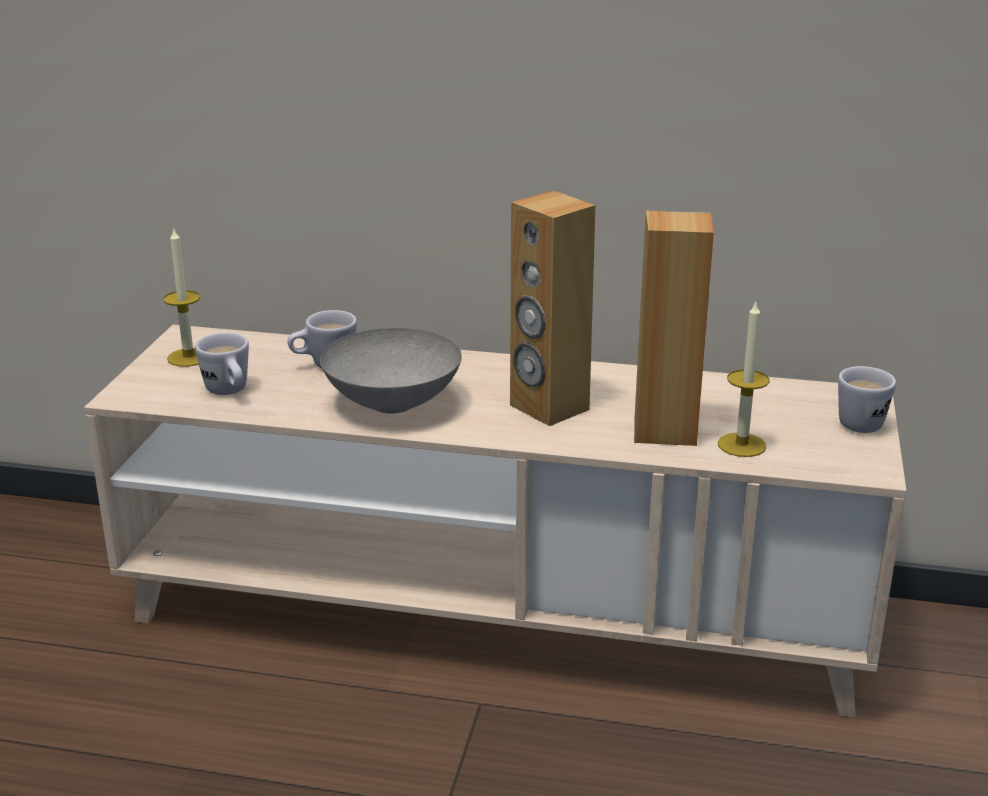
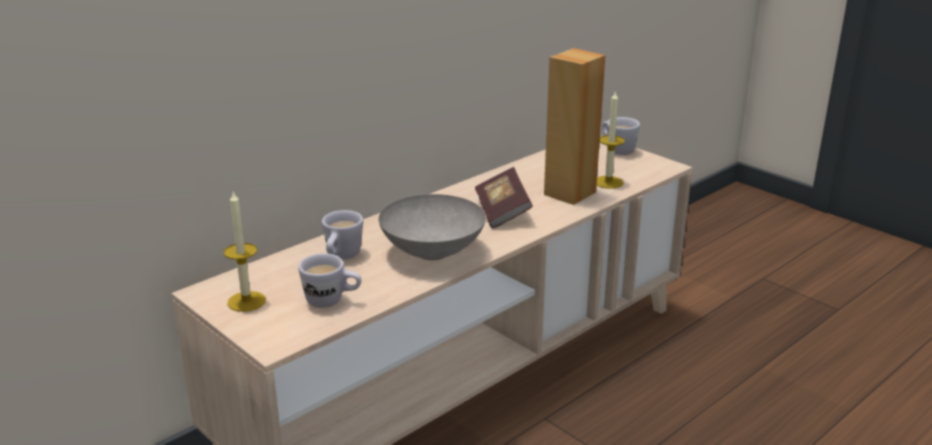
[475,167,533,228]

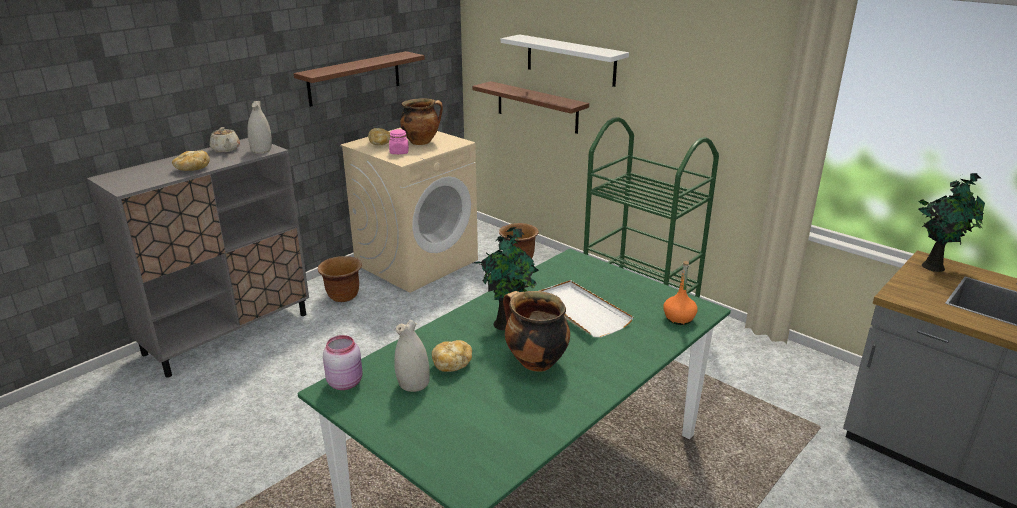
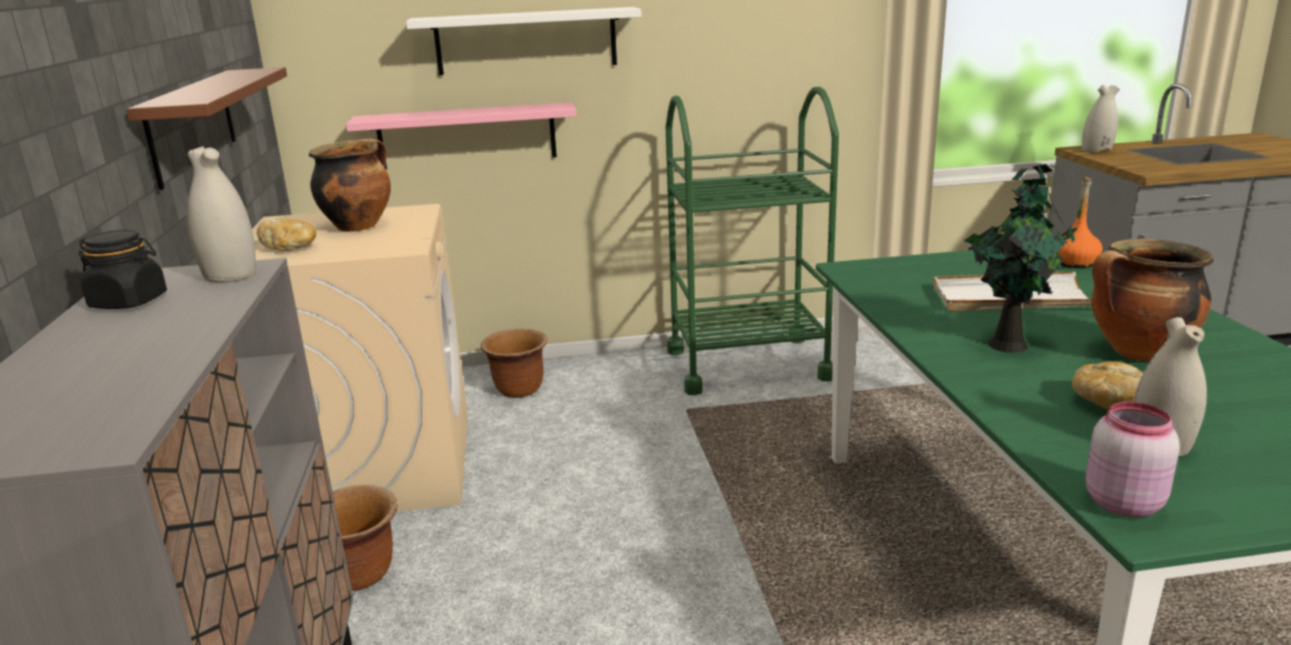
[79,230,167,309]
[346,102,577,169]
[1082,85,1120,153]
[172,151,210,171] (first image)
[389,129,409,154] (first image)

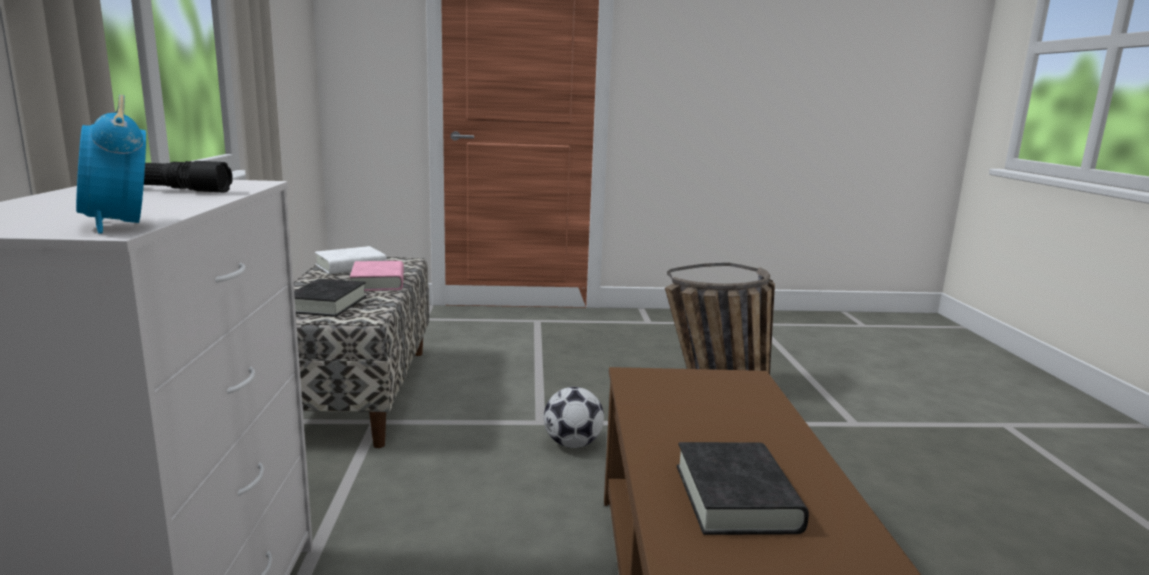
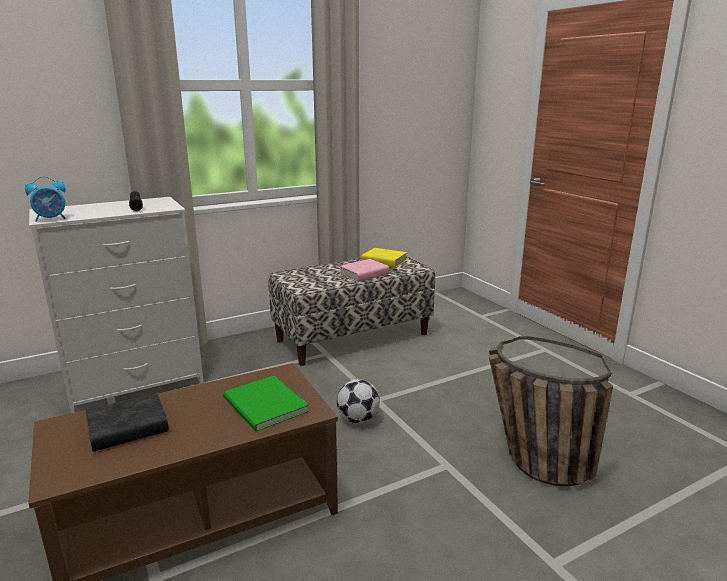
[25,176,66,222]
[223,376,309,432]
[362,248,407,268]
[294,279,366,317] (first image)

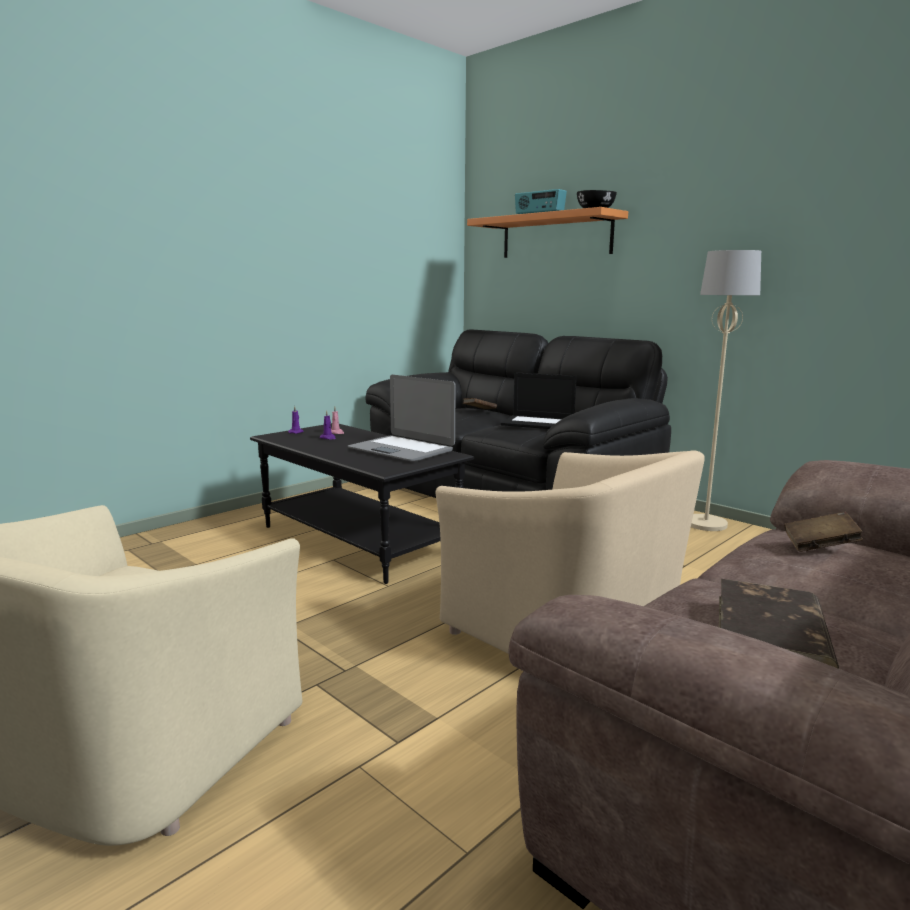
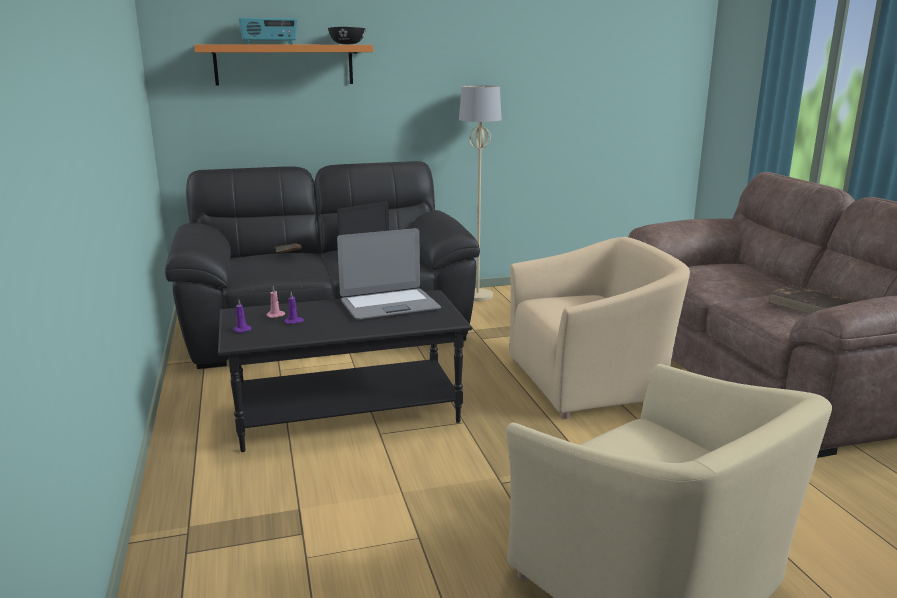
[784,512,863,552] (first image)

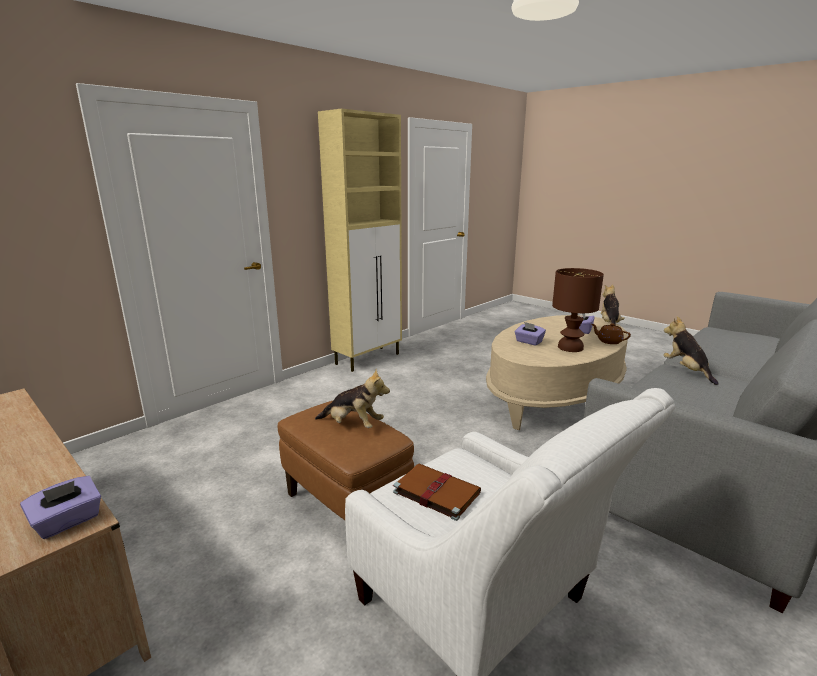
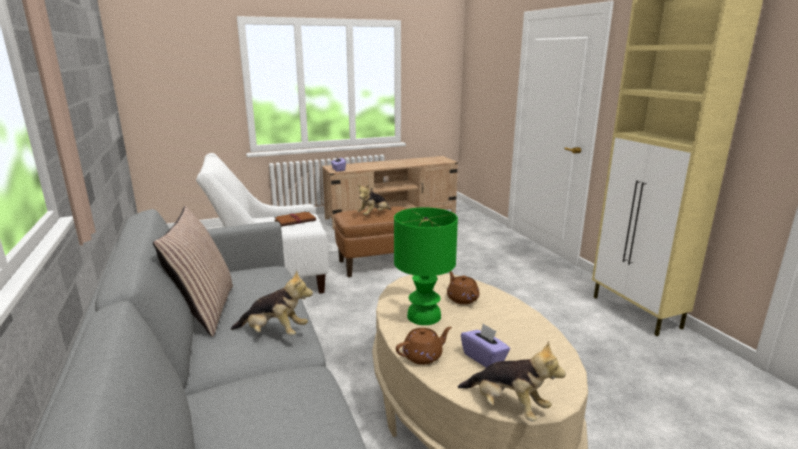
[153,206,233,337]
[394,207,458,325]
[447,271,479,304]

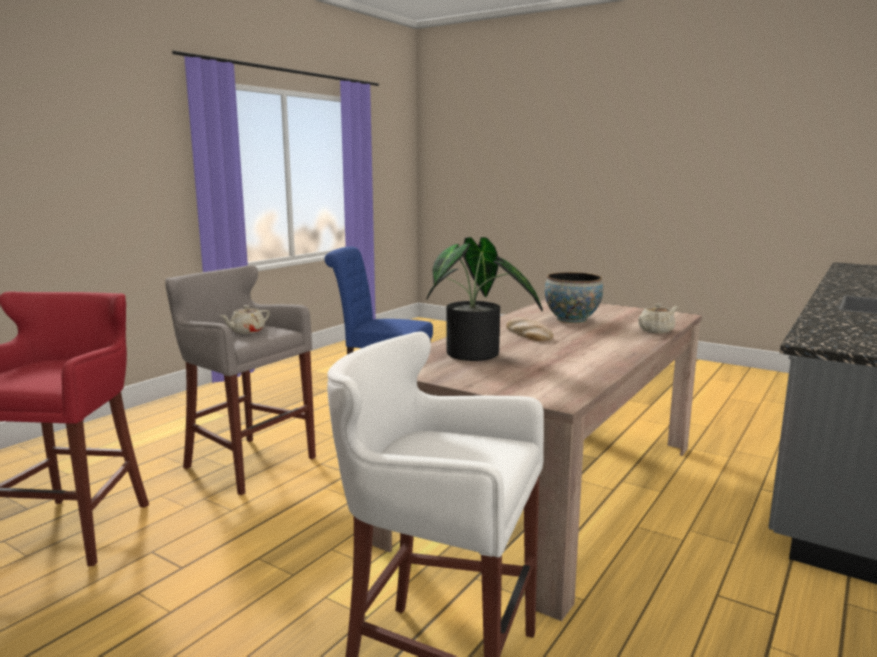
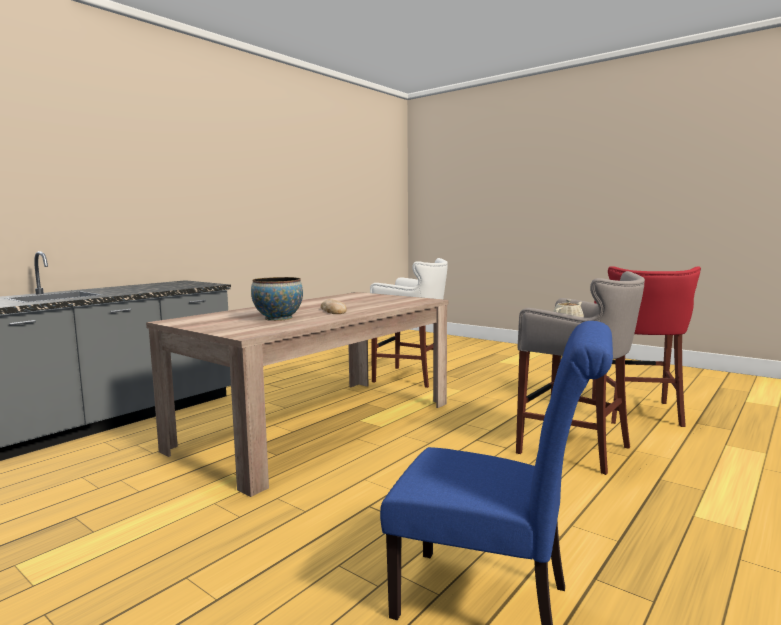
[427,237,543,361] (first image)
[638,304,678,333] (first image)

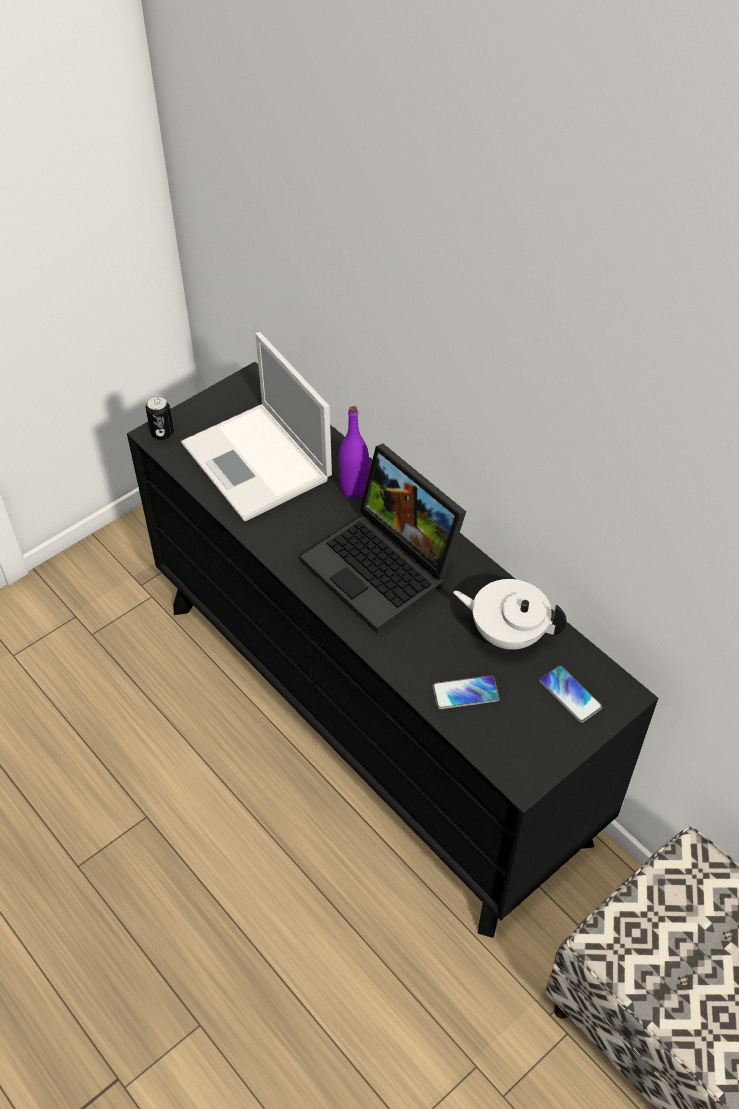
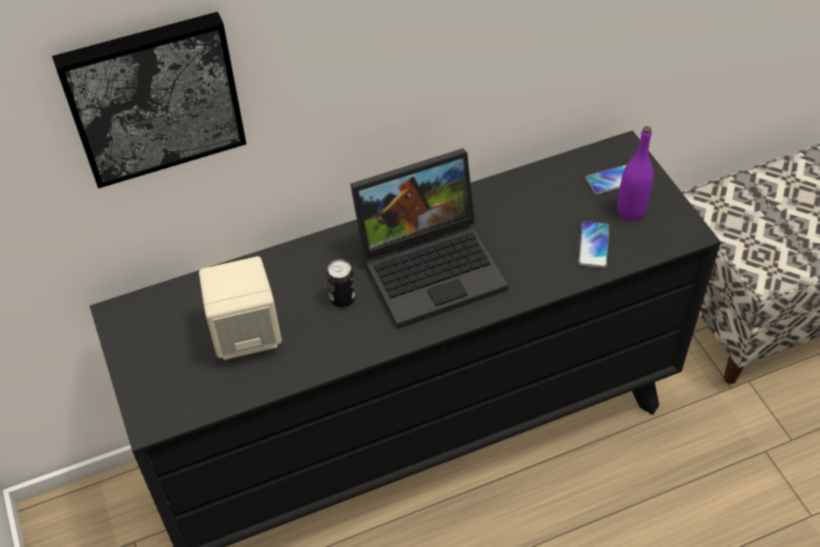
[52,12,246,188]
[199,256,282,360]
[326,260,356,307]
[617,126,653,221]
[453,579,567,650] (first image)

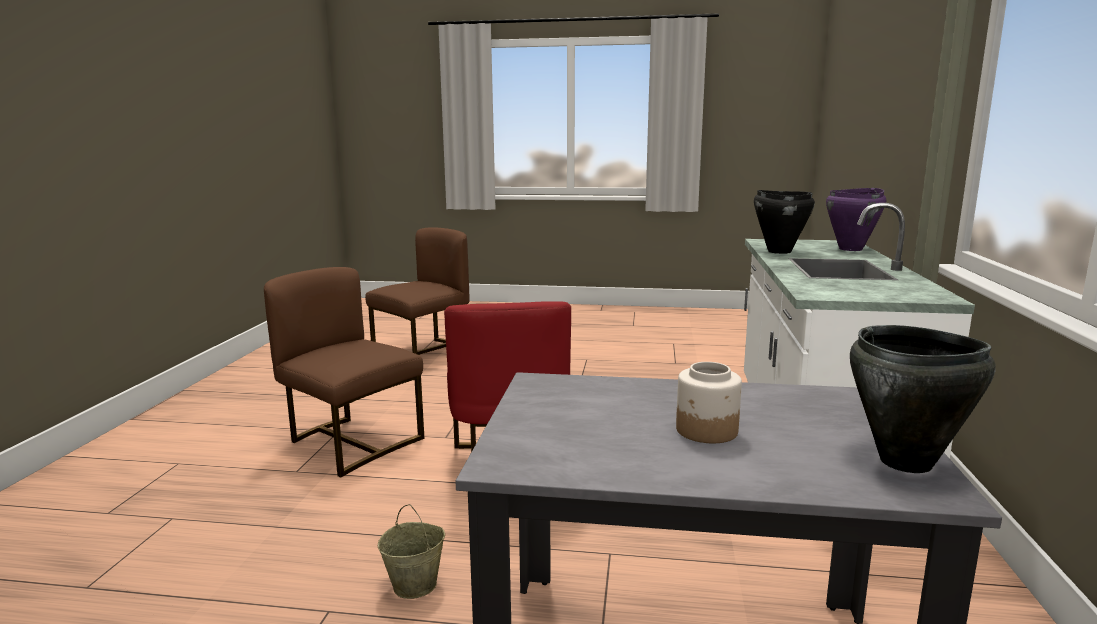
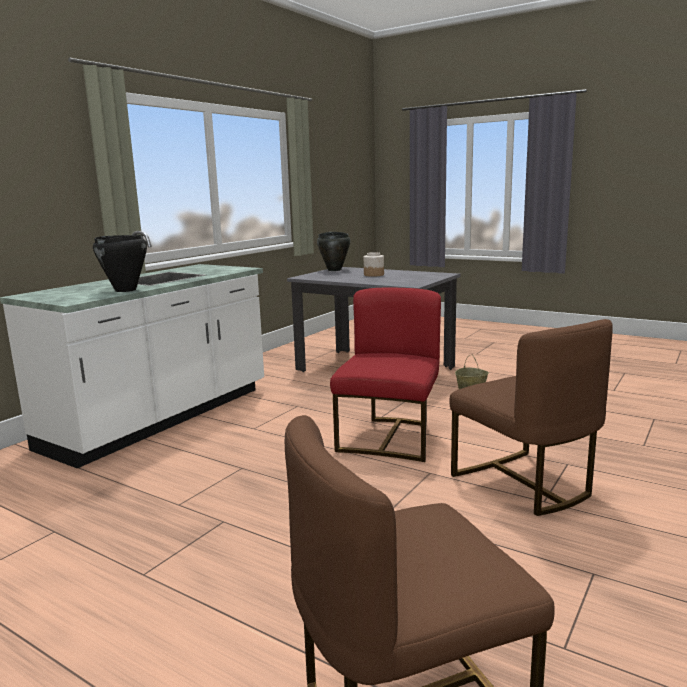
[826,188,886,251] (first image)

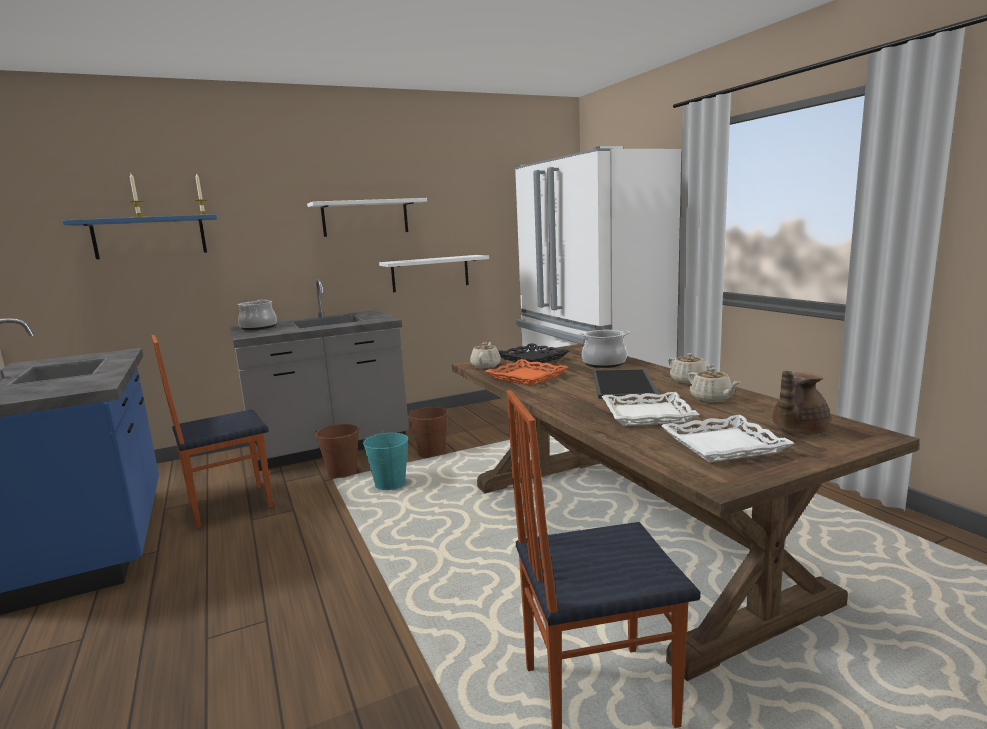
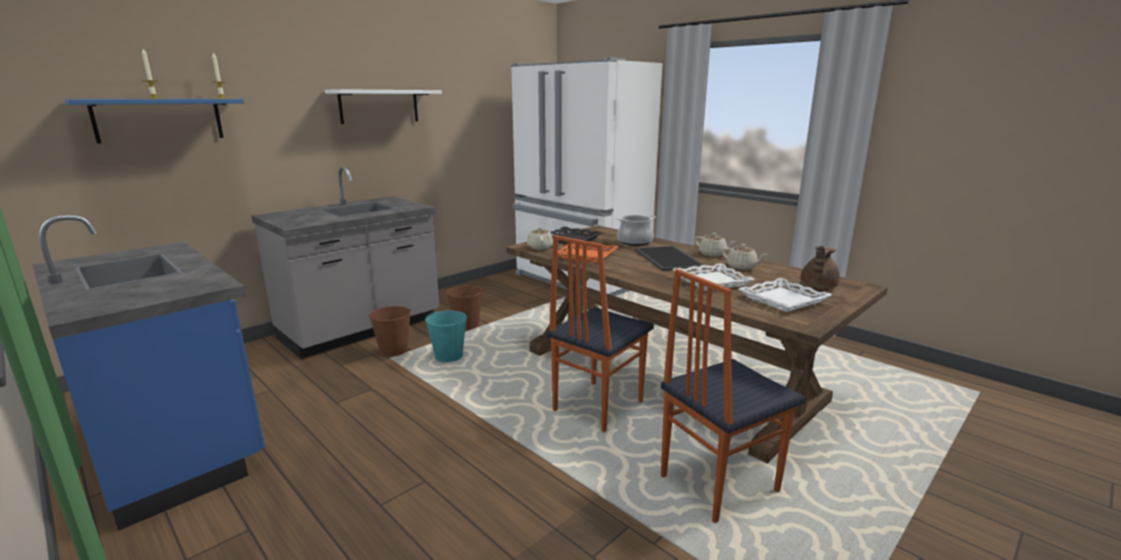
[547,235,654,432]
[238,299,277,330] (first image)
[379,255,489,292] (first image)

